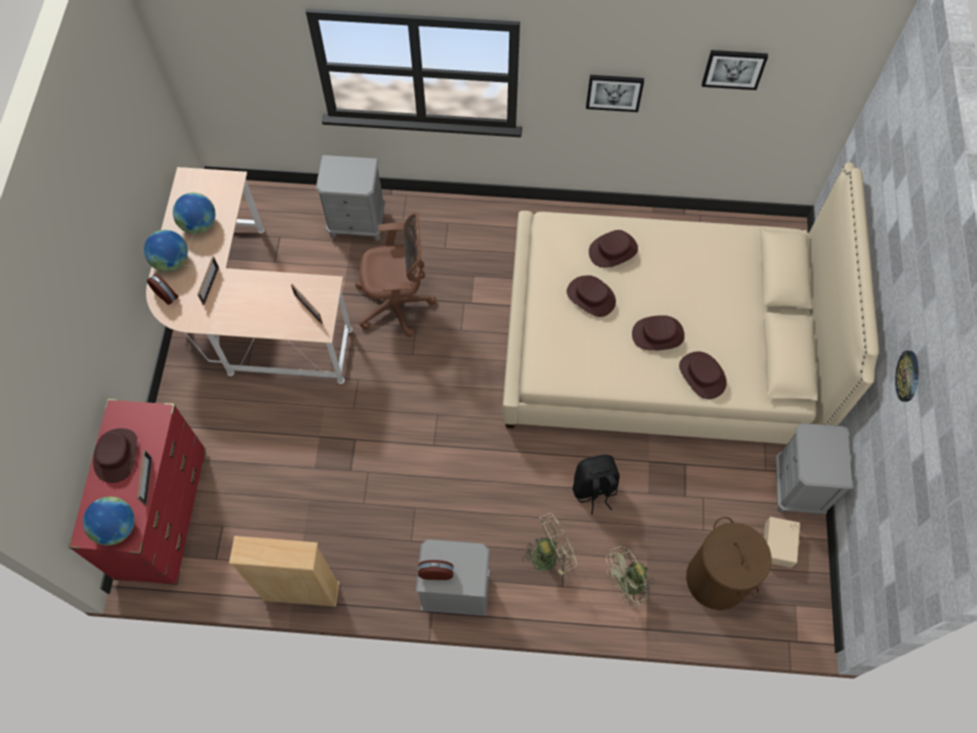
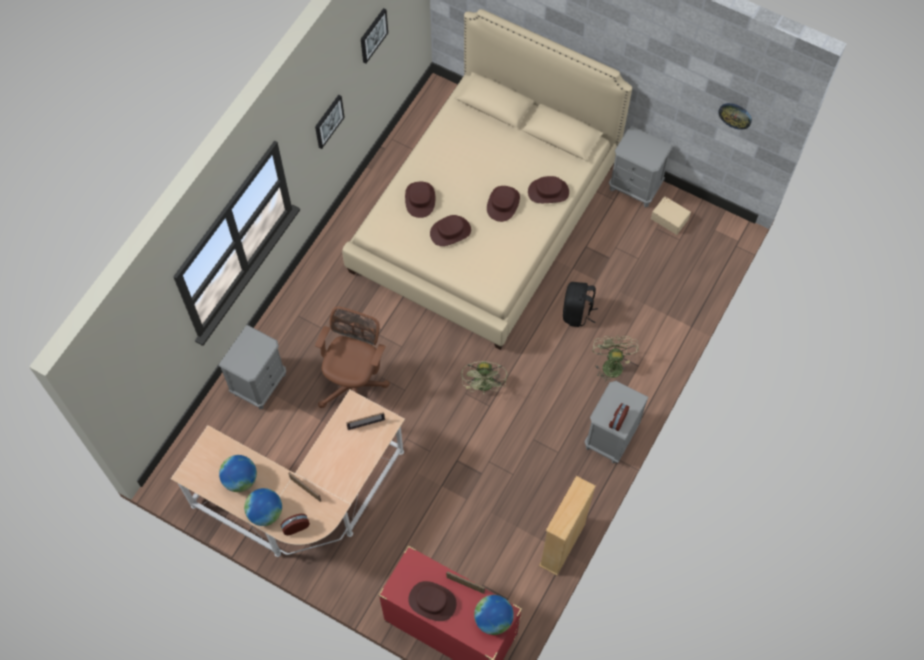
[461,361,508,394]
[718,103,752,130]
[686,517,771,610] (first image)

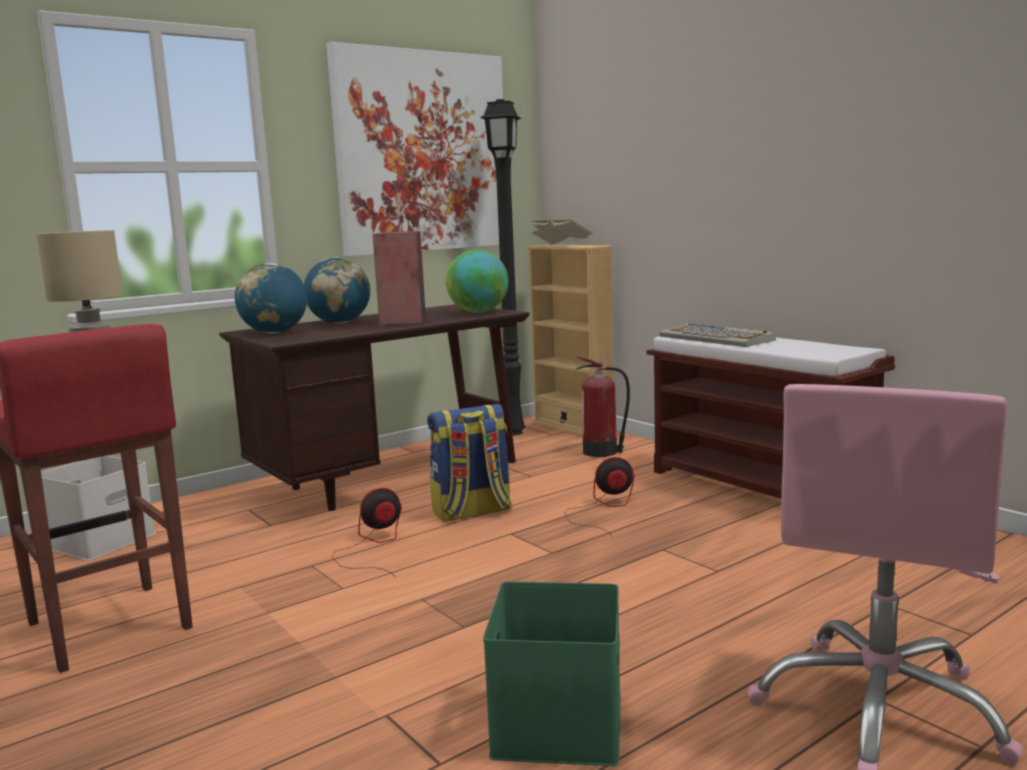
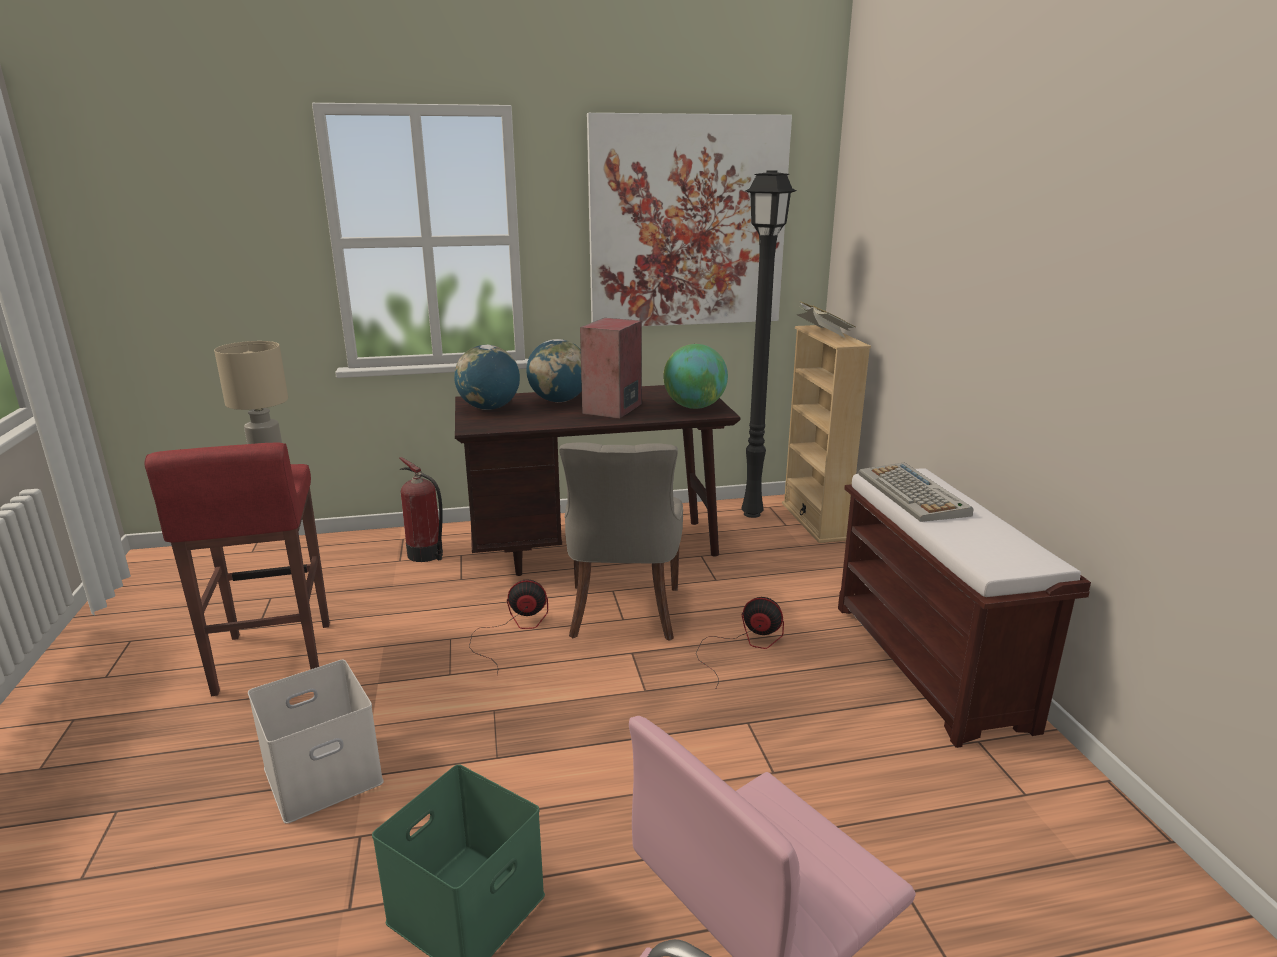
[248,660,384,824]
[399,457,443,562]
[559,442,683,641]

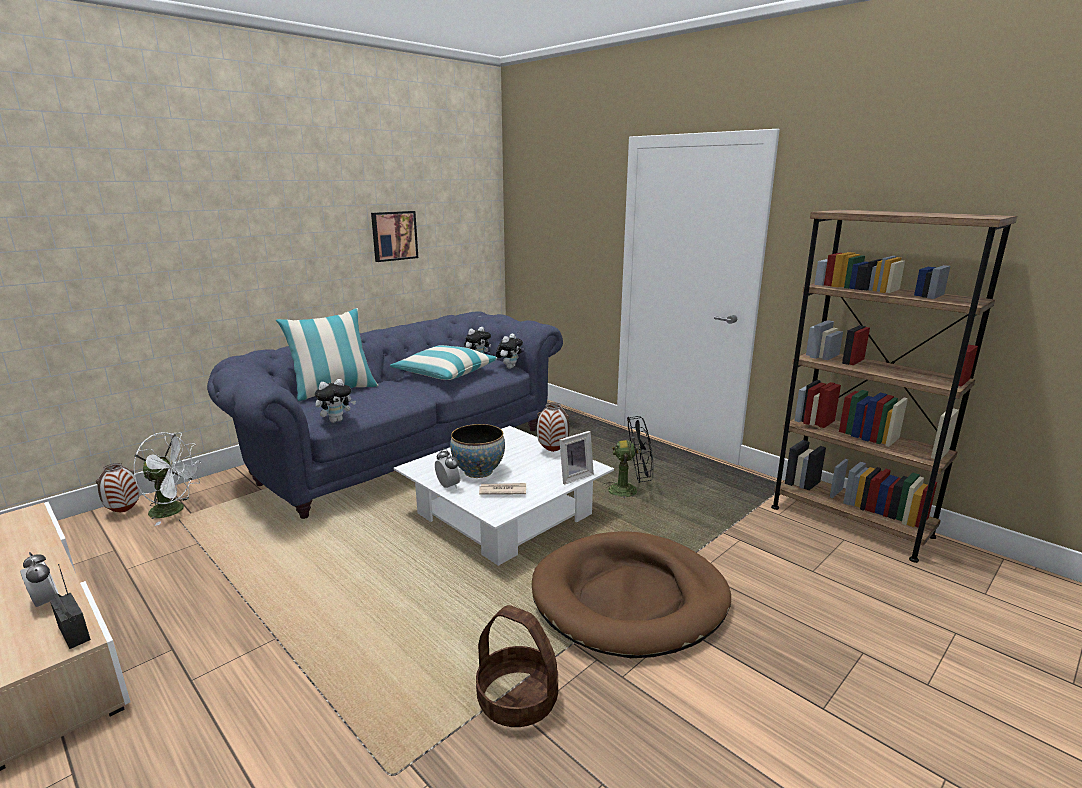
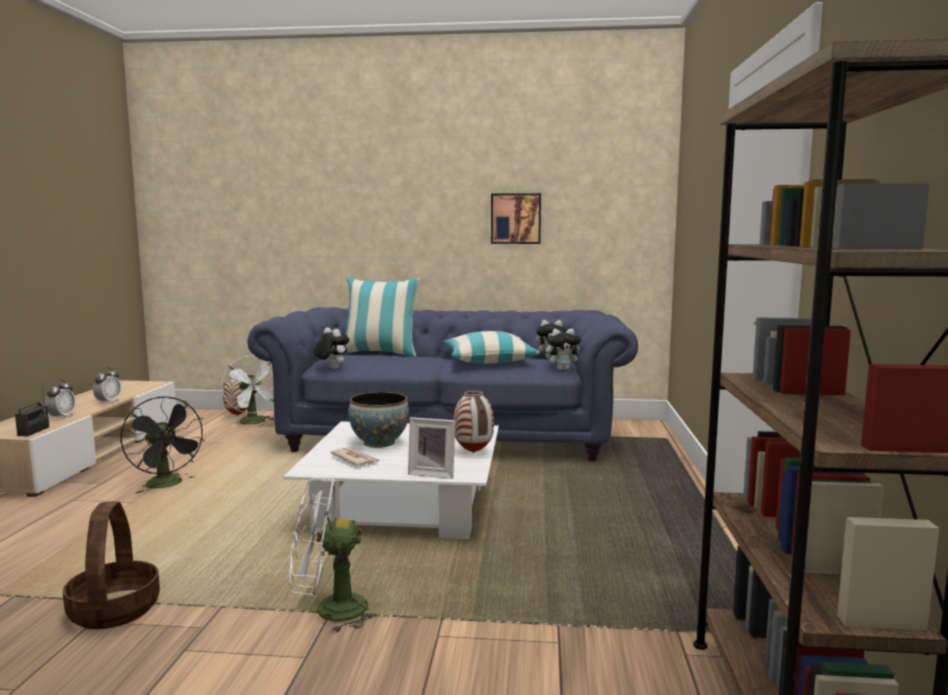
[93,367,121,404]
[121,396,205,493]
[289,477,382,634]
[314,328,349,369]

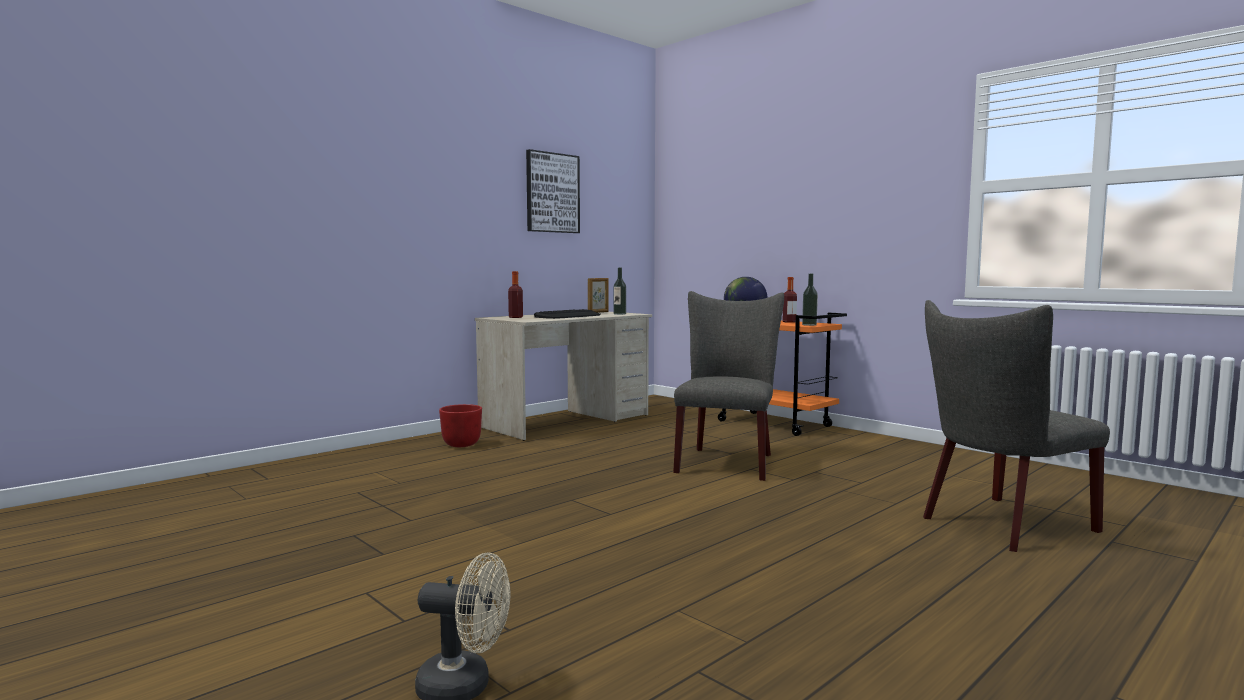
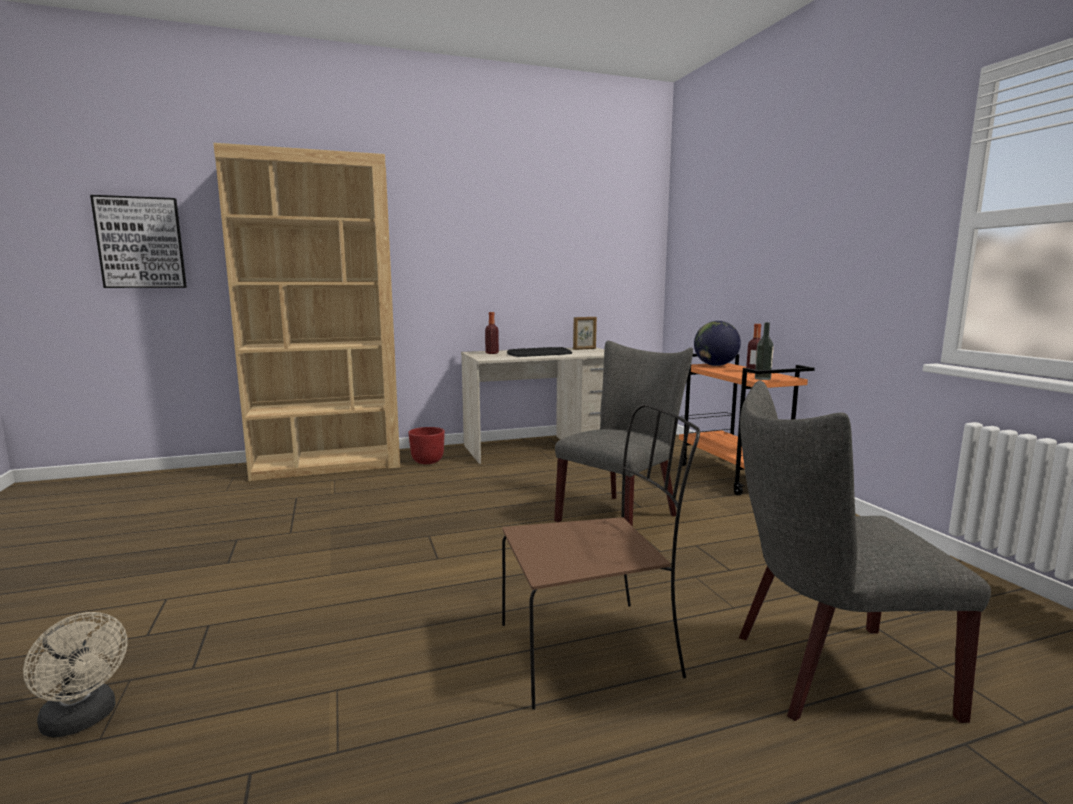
[90,195,187,288]
[213,143,400,481]
[502,404,700,710]
[613,267,626,315] (first image)

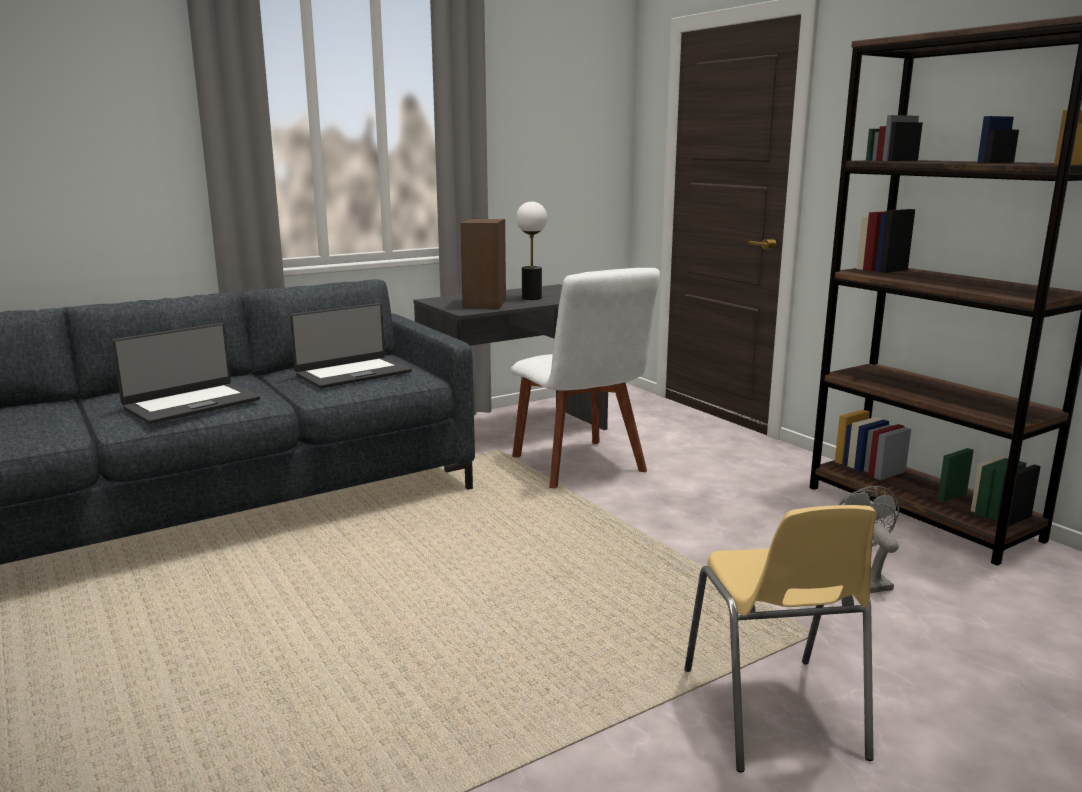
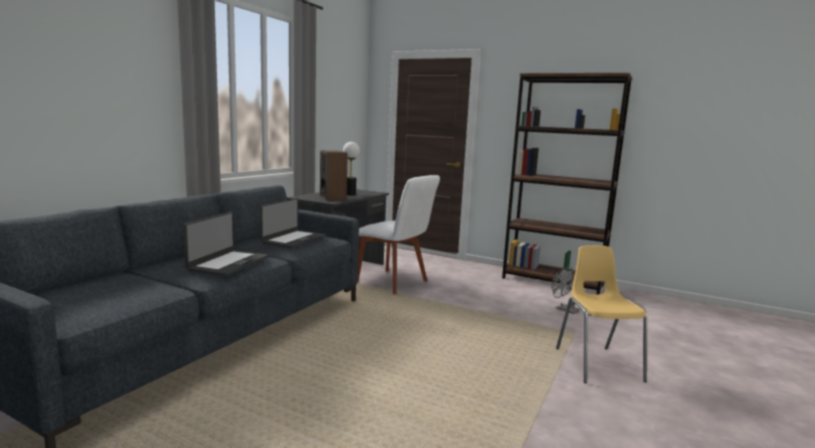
[556,245,647,383]

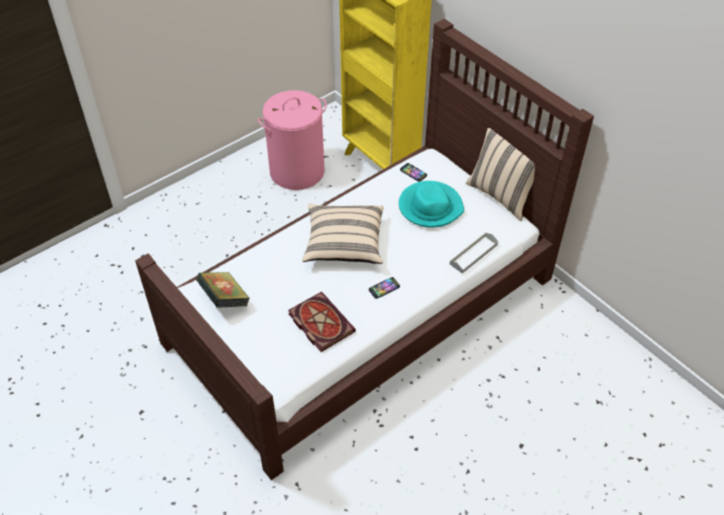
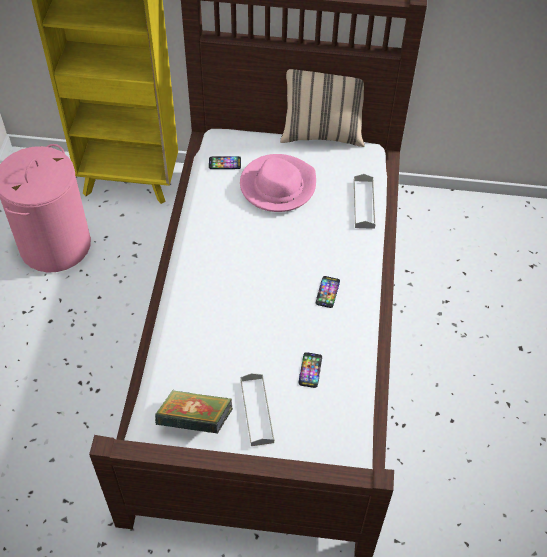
[240,154,316,212]
[240,373,274,446]
[299,352,322,388]
[302,204,384,264] (first image)

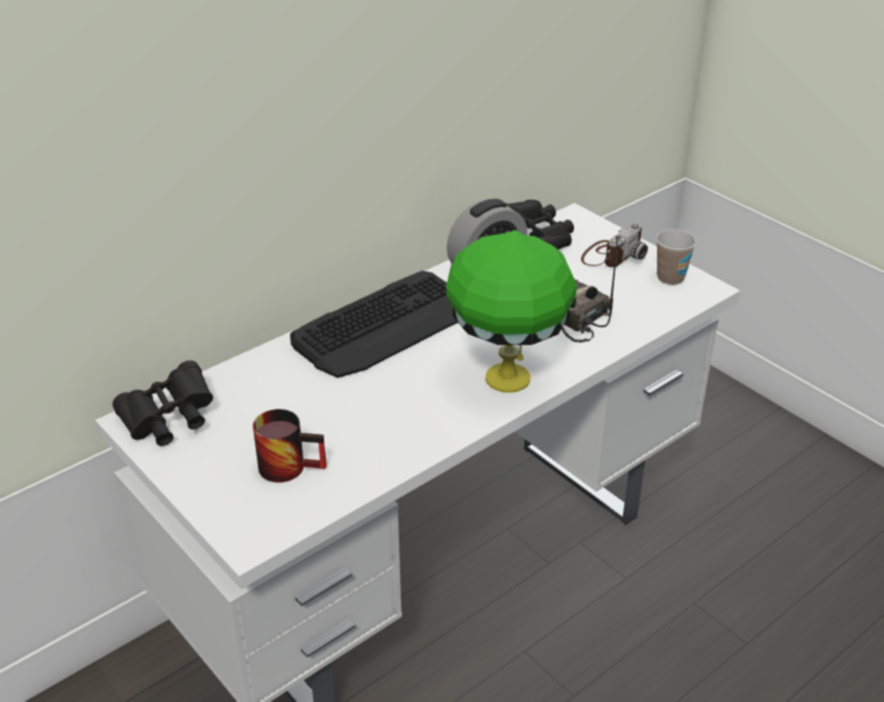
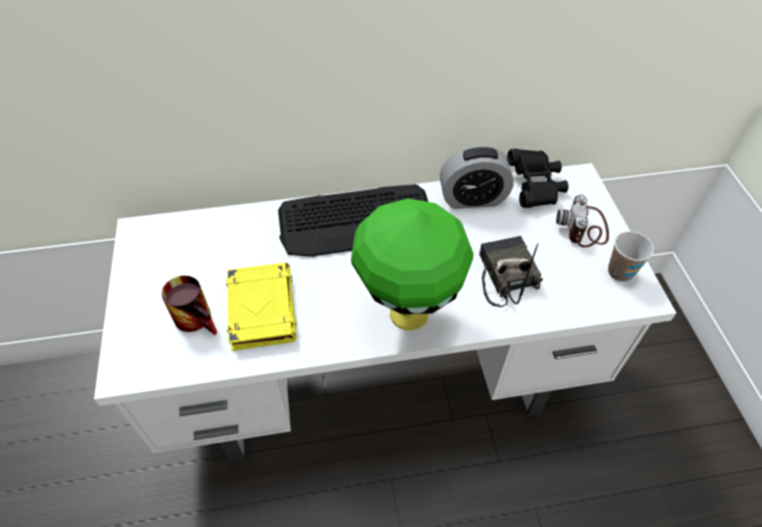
[226,263,297,351]
[556,195,609,247]
[112,360,213,446] (first image)

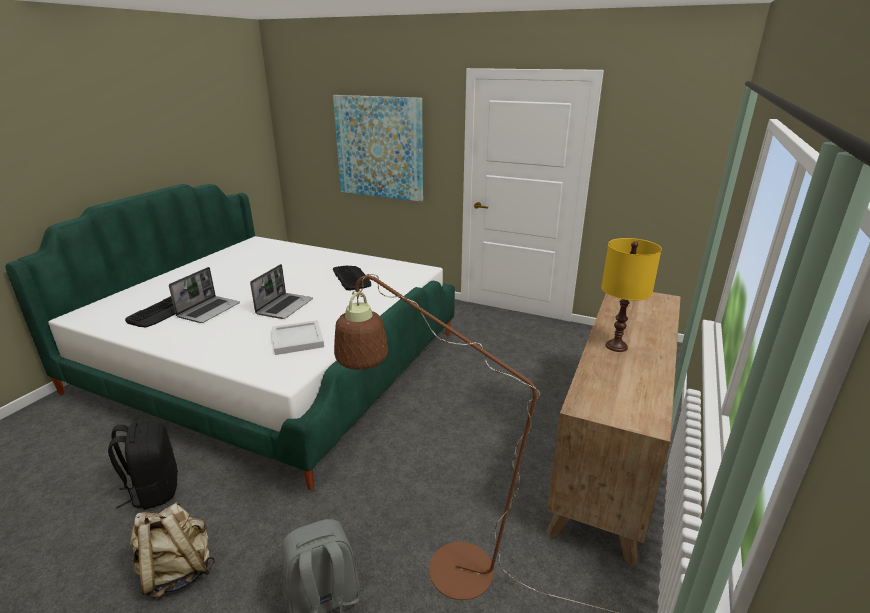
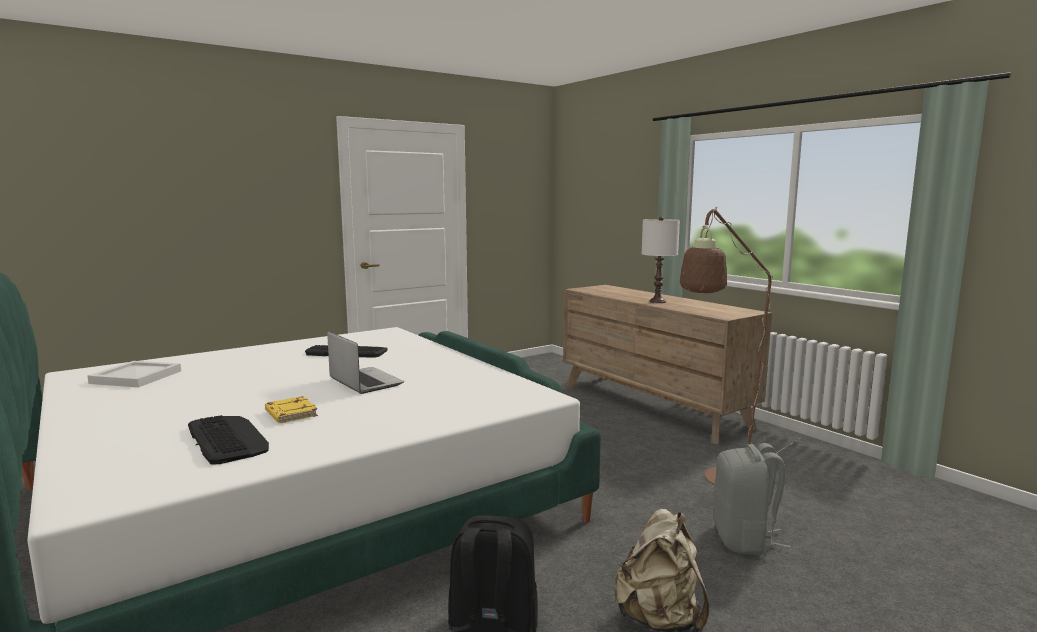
[87,361,181,387]
[265,396,318,423]
[642,217,680,303]
[333,95,423,202] (first image)

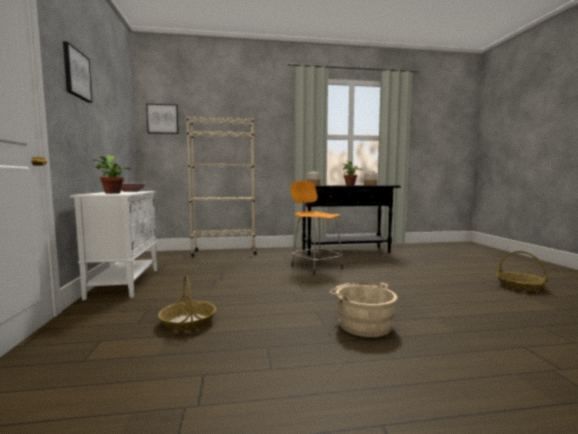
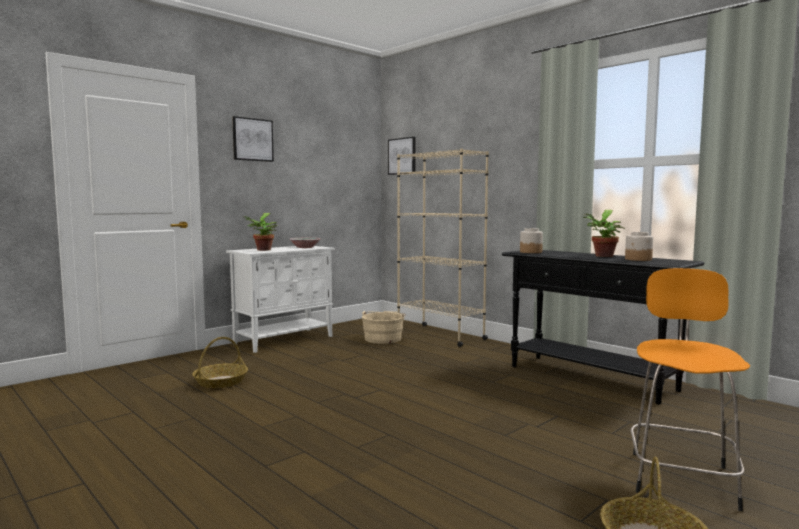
[362,311,406,344]
[630,268,750,511]

